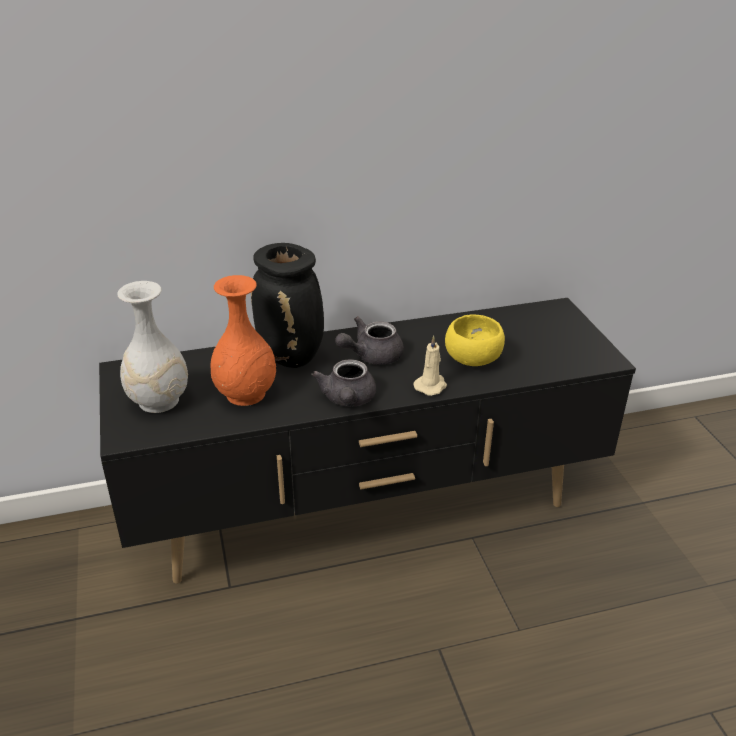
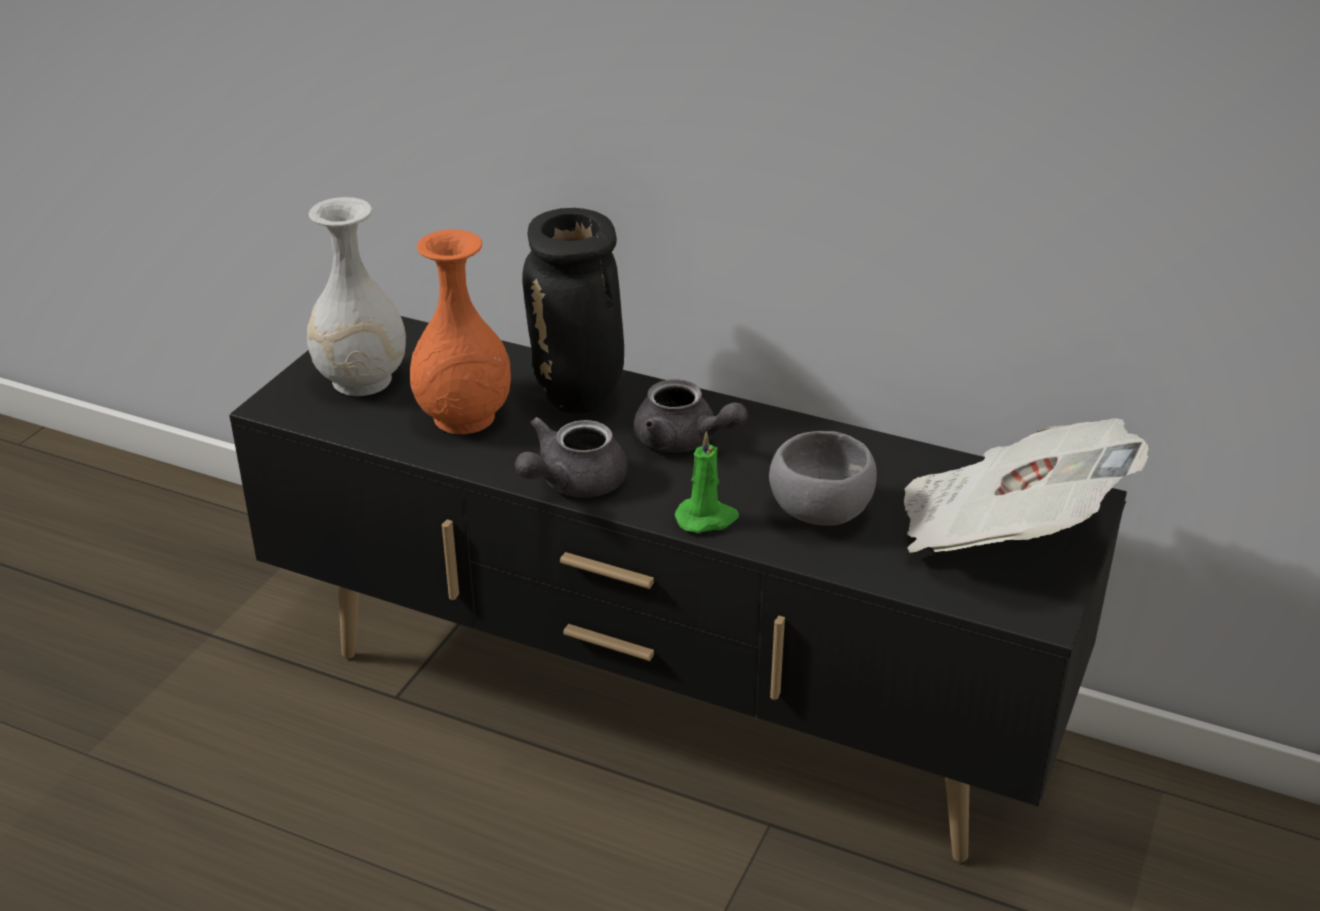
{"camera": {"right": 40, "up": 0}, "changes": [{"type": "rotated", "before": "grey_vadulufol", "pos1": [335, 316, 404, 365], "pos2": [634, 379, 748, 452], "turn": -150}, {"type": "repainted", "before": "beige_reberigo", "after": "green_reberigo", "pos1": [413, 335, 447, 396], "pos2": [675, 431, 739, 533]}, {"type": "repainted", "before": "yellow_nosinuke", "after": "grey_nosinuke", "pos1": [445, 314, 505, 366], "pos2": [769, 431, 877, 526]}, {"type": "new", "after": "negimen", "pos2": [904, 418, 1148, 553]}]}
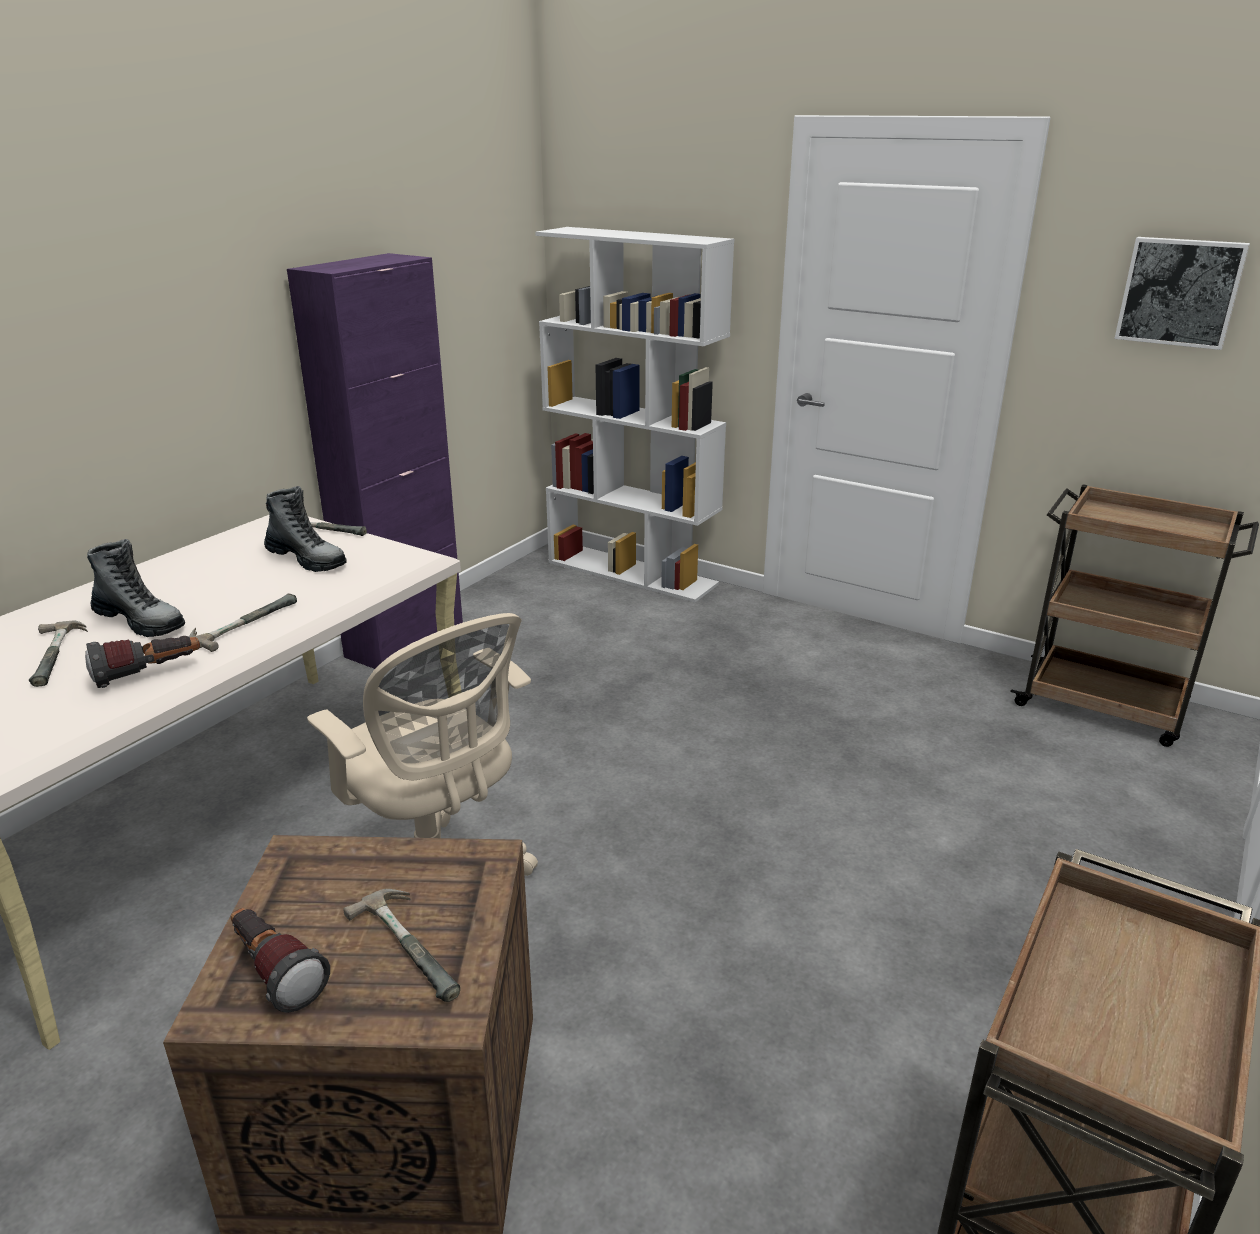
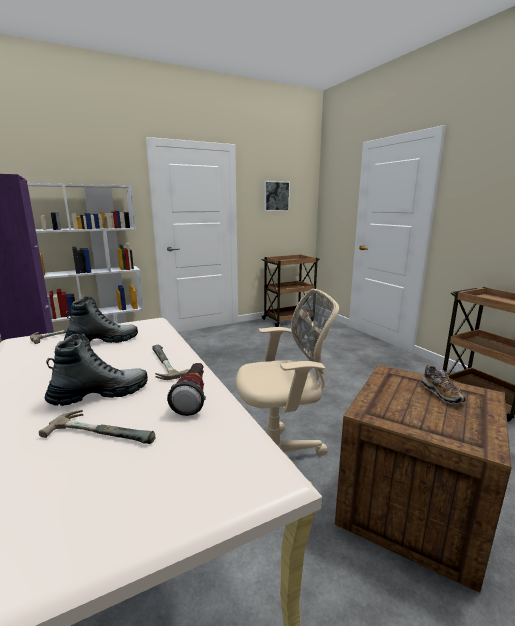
{"camera": {"right": -60, "up": -10}, "changes": [{"type": "swapped", "before": "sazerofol", "after": "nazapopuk", "pos1": [343, 889, 460, 1002], "pos2": [421, 365, 466, 404]}, {"type": "gone", "before": "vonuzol", "pos1": [231, 908, 330, 1013]}]}
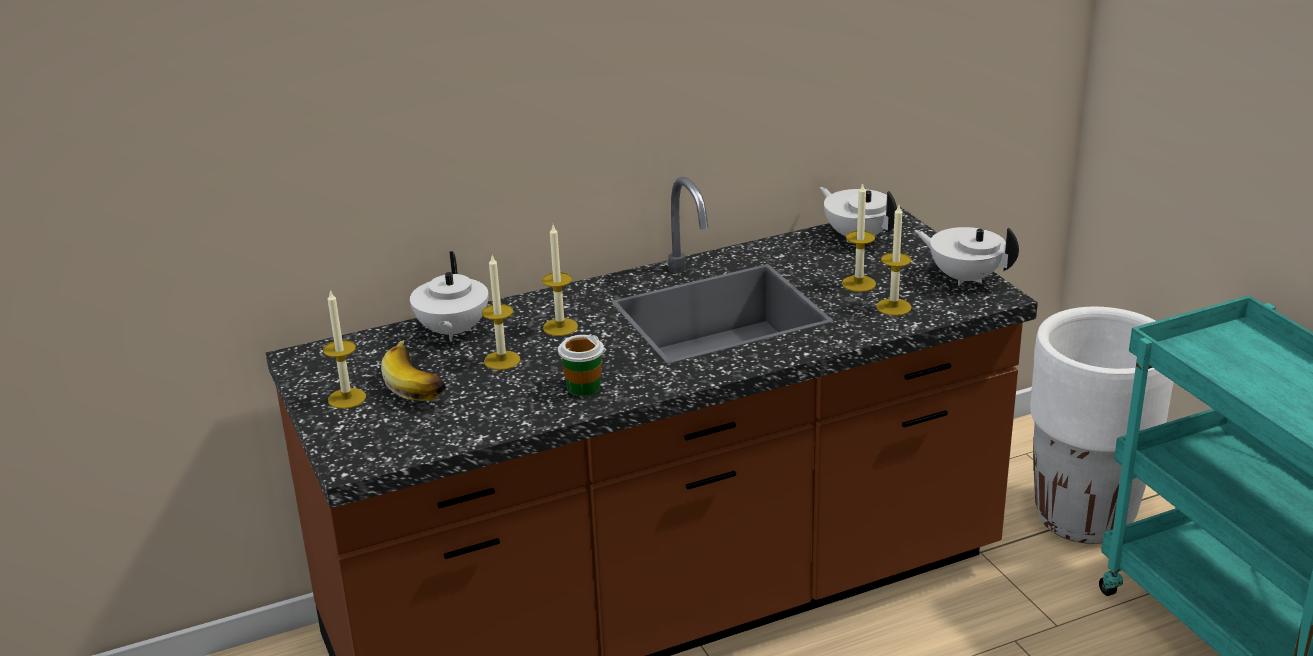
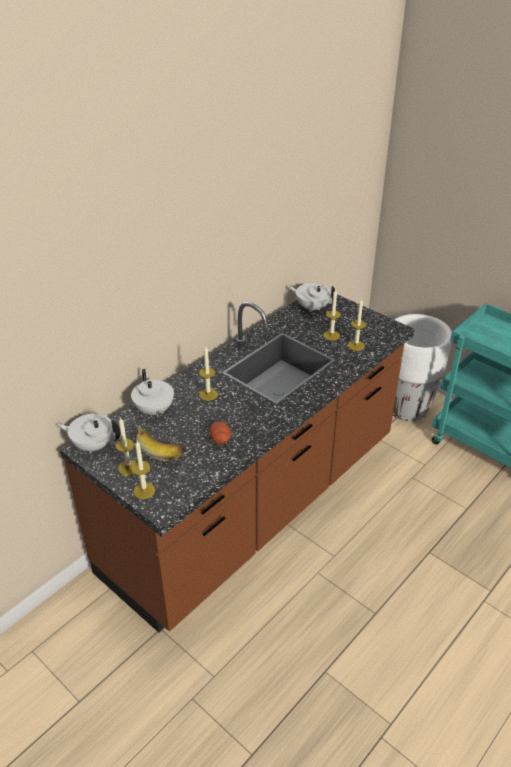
{"camera": {"right": -25, "up": 10}, "changes": [{"type": "shifted", "before": "white_vadulufol", "pos1": [915, 227, 1019, 286], "pos2": [57, 414, 121, 453]}, {"type": "shifted", "before": "reberigo", "pos1": [482, 256, 520, 370], "pos2": [132, 441, 155, 499]}, {"type": "new", "after": "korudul", "pos2": [210, 421, 231, 444]}, {"type": "gone", "before": "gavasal", "pos1": [558, 335, 604, 396]}]}
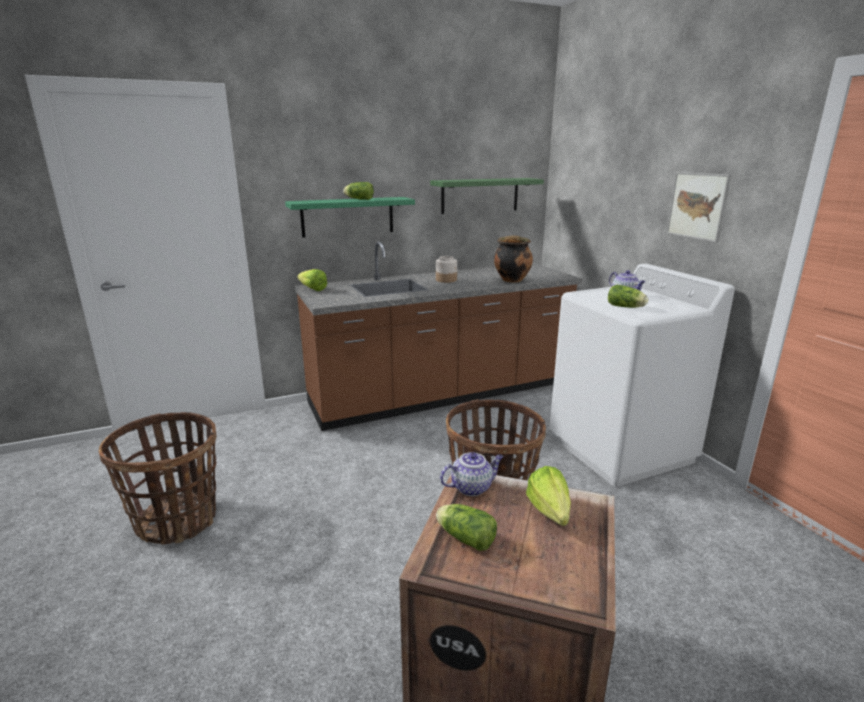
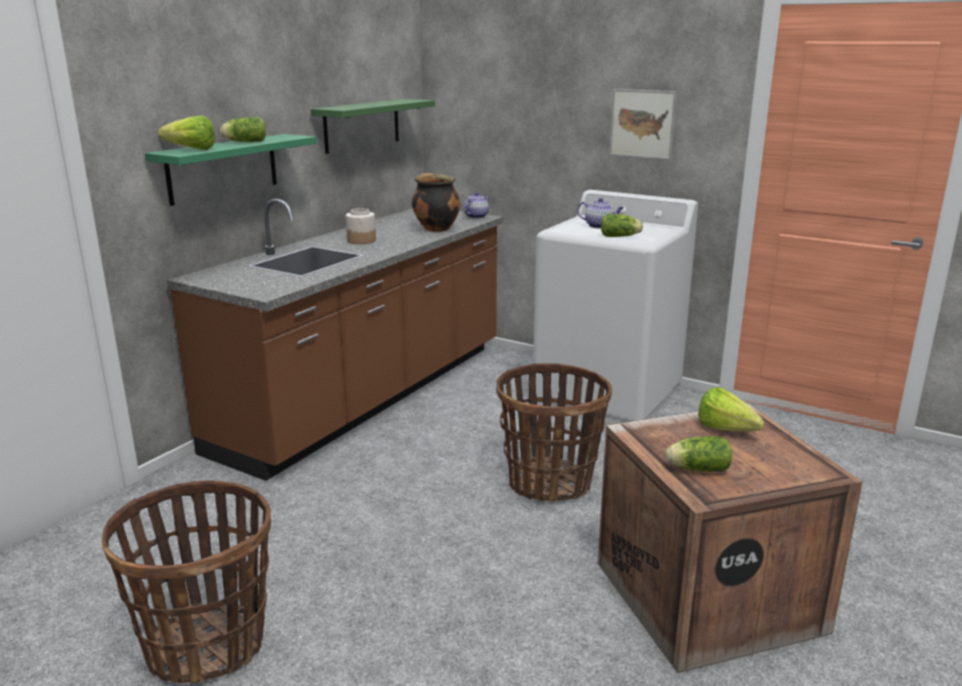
{"camera": {"right": -35, "up": 0}, "changes": [{"type": "shifted", "before": "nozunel", "pos1": [297, 269, 327, 291], "pos2": [158, 116, 215, 150]}, {"type": "shifted", "before": "vadulufol", "pos1": [440, 452, 504, 496], "pos2": [463, 192, 489, 219]}]}
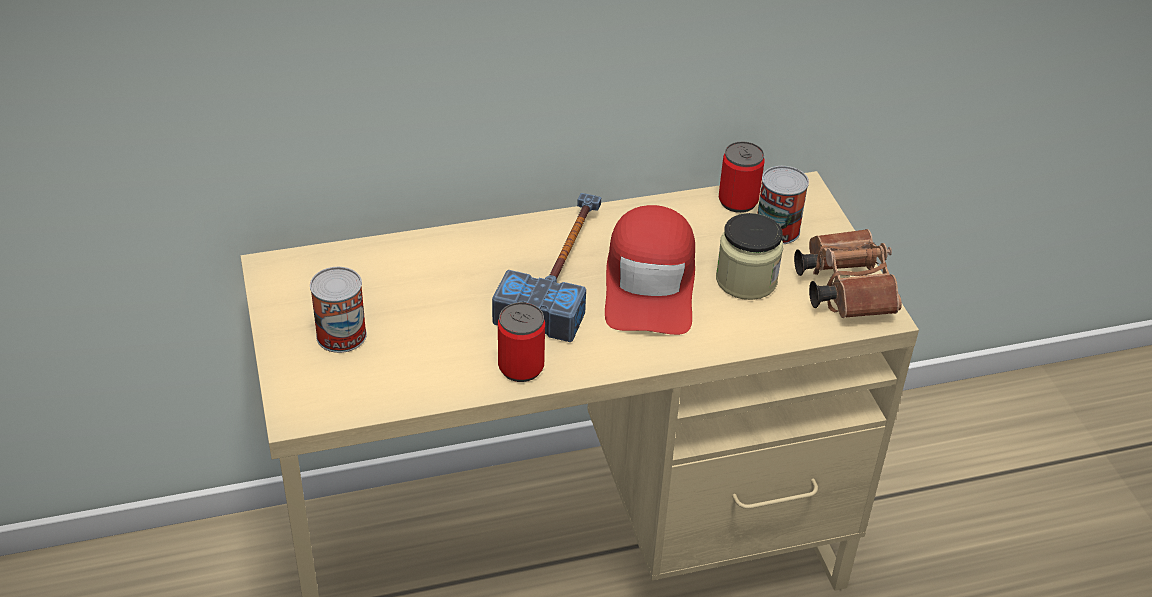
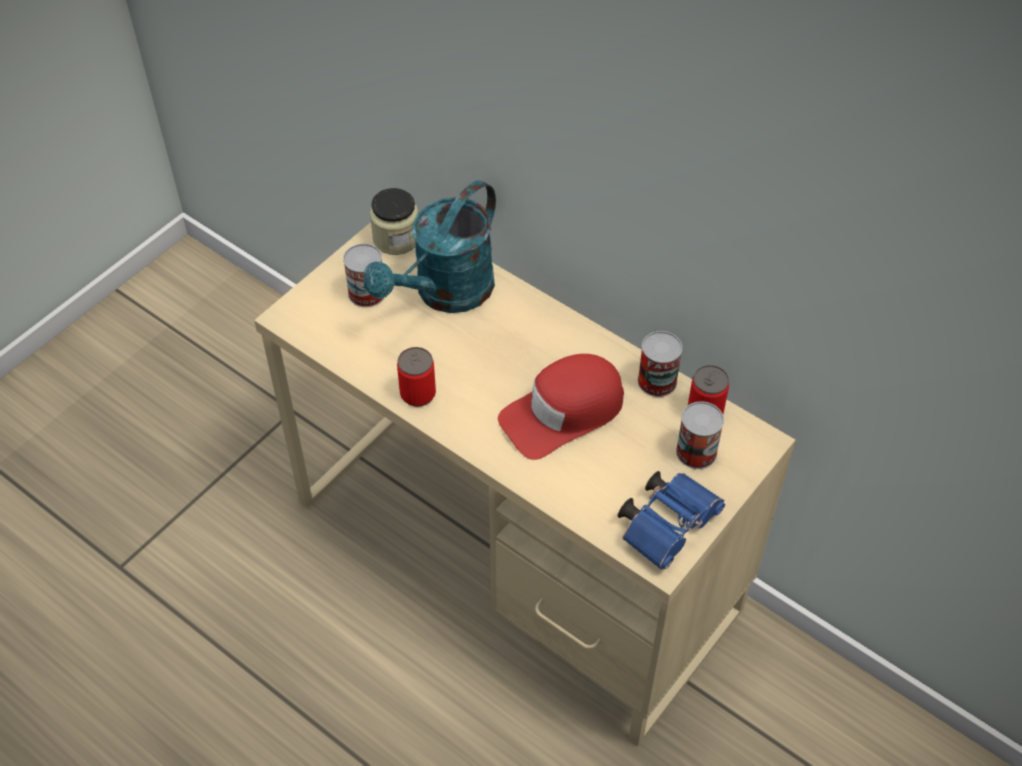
{"camera": {"right": 55, "up": 10}, "changes": [{"type": "new", "after": "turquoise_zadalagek", "pos2": [364, 180, 496, 313]}, {"type": "shifted", "before": "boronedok", "pos1": [716, 213, 783, 300], "pos2": [370, 188, 418, 255]}, {"type": "repainted", "before": "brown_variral", "after": "blue_variral", "pos1": [794, 229, 902, 318], "pos2": [618, 471, 725, 570]}, {"type": "new", "after": "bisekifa", "pos2": [638, 331, 683, 397]}, {"type": "gone", "before": "sazerofol", "pos1": [492, 193, 601, 342]}]}
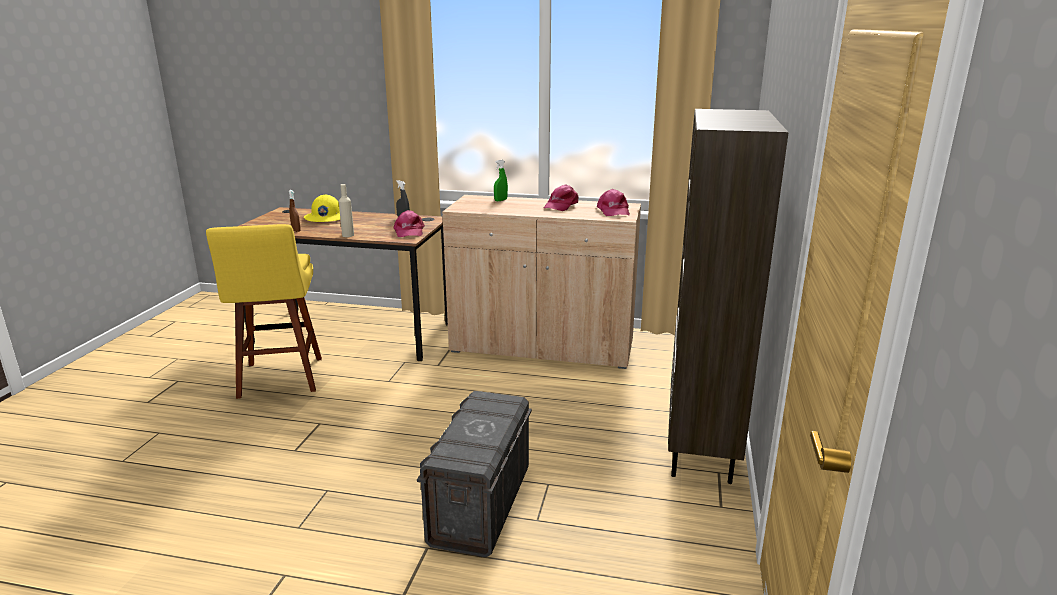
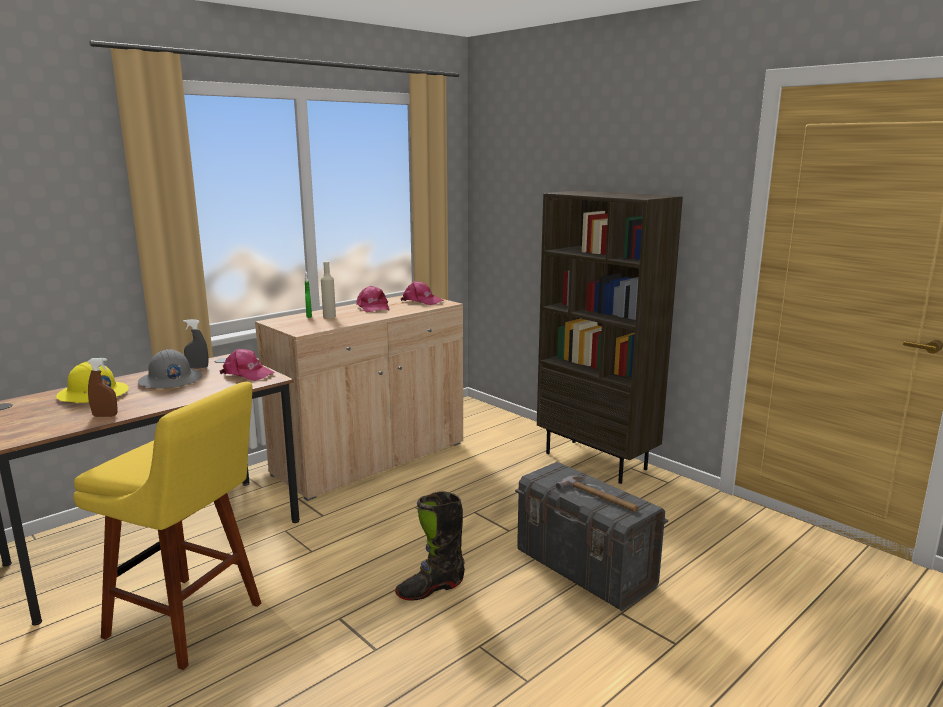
{"camera": {"right": -55, "up": -5}, "changes": [{"type": "new", "after": "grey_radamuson", "pos2": [138, 349, 202, 389]}, {"type": "shifted", "before": "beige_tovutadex", "pos1": [339, 184, 354, 237], "pos2": [321, 261, 336, 318]}, {"type": "new", "after": "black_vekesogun", "pos2": [395, 491, 465, 601]}, {"type": "new", "after": "sazerofol", "pos2": [556, 476, 639, 512]}]}
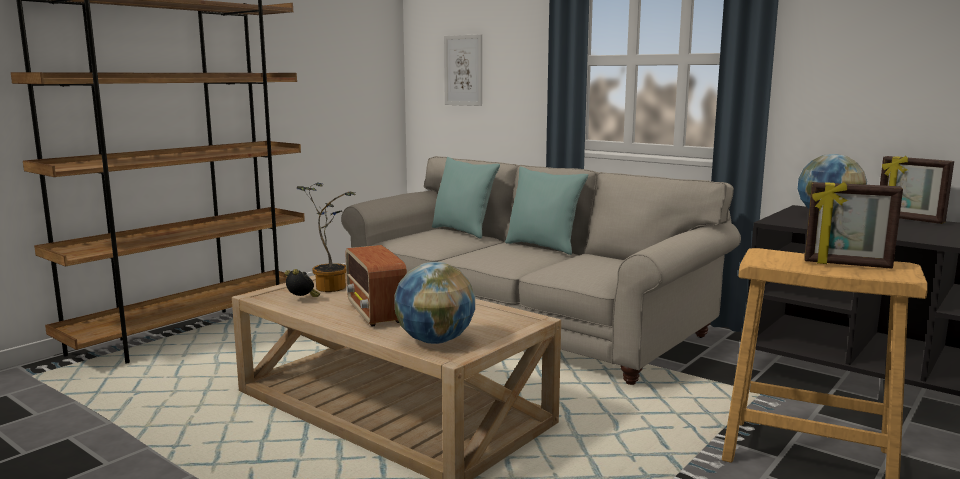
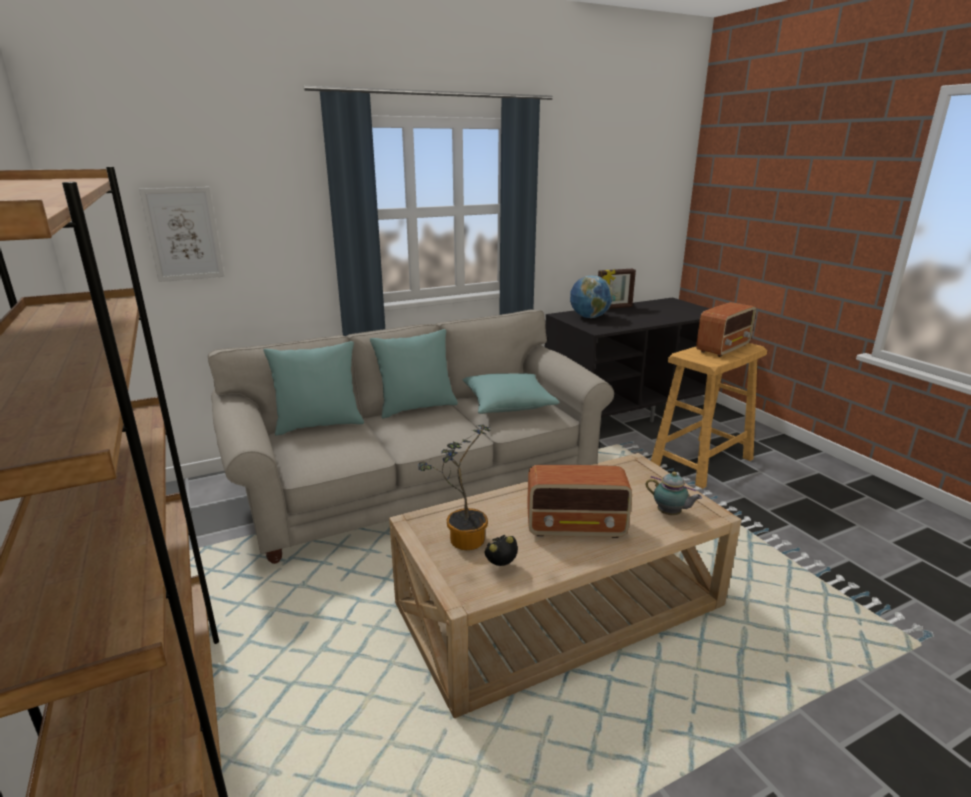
{"camera": {"right": -65, "up": 10}, "changes": [{"type": "new", "after": "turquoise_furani", "pos2": [462, 373, 560, 414]}, {"type": "swapped", "before": "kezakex", "after": "vadulufol", "pos1": [394, 262, 475, 344], "pos2": [645, 472, 702, 515]}, {"type": "swapped", "before": "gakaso", "after": "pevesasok", "pos1": [804, 182, 903, 269], "pos2": [696, 302, 756, 357]}]}
